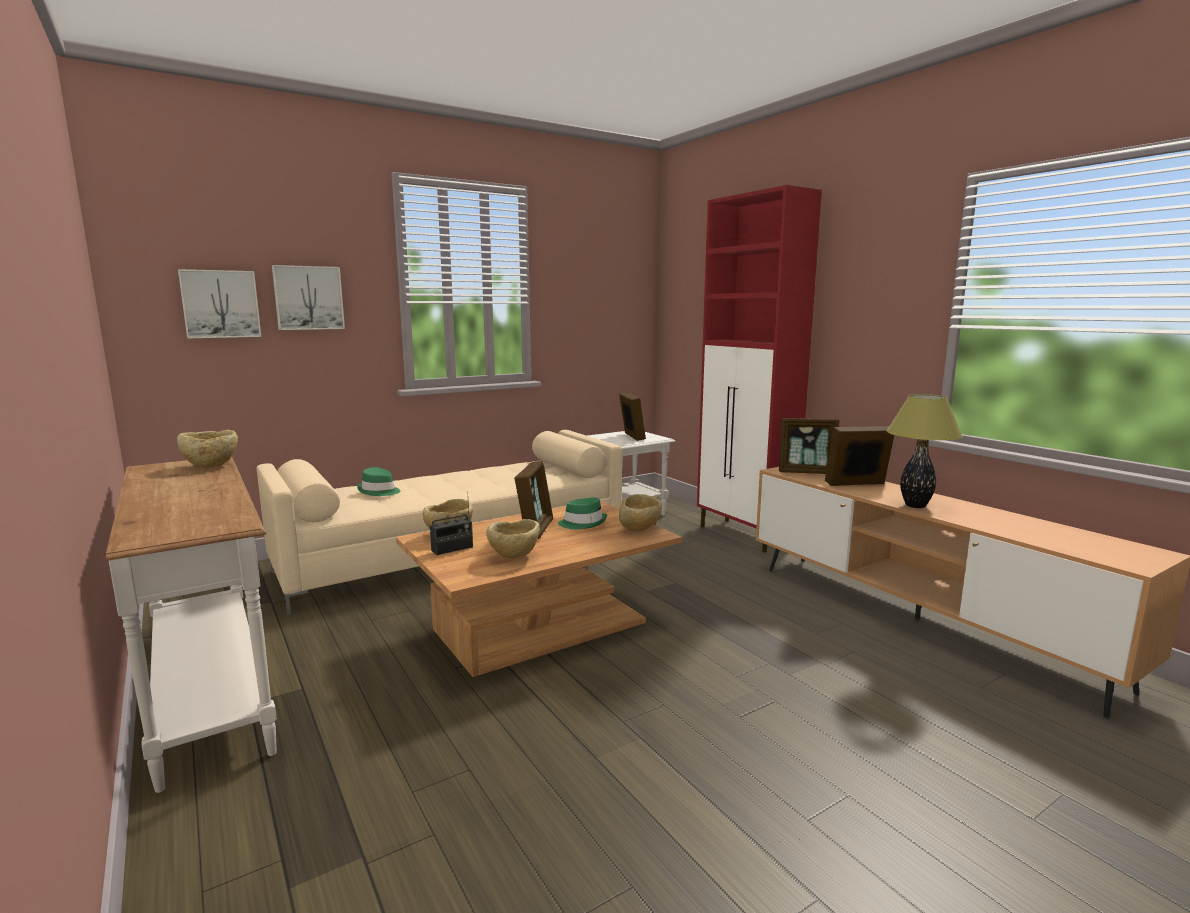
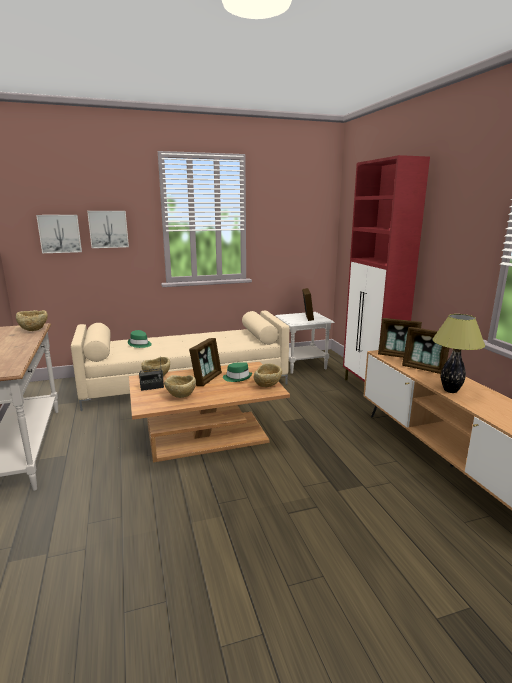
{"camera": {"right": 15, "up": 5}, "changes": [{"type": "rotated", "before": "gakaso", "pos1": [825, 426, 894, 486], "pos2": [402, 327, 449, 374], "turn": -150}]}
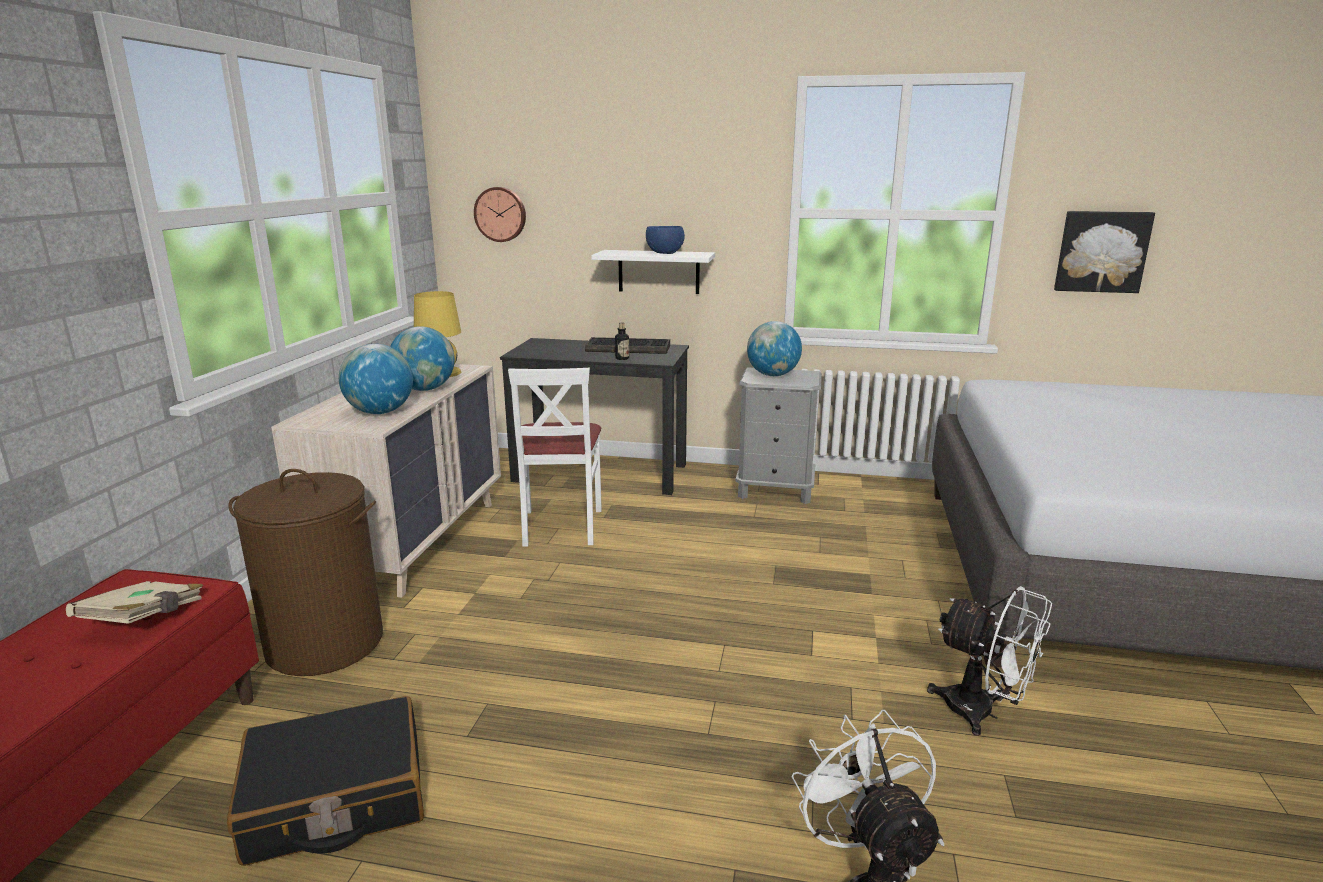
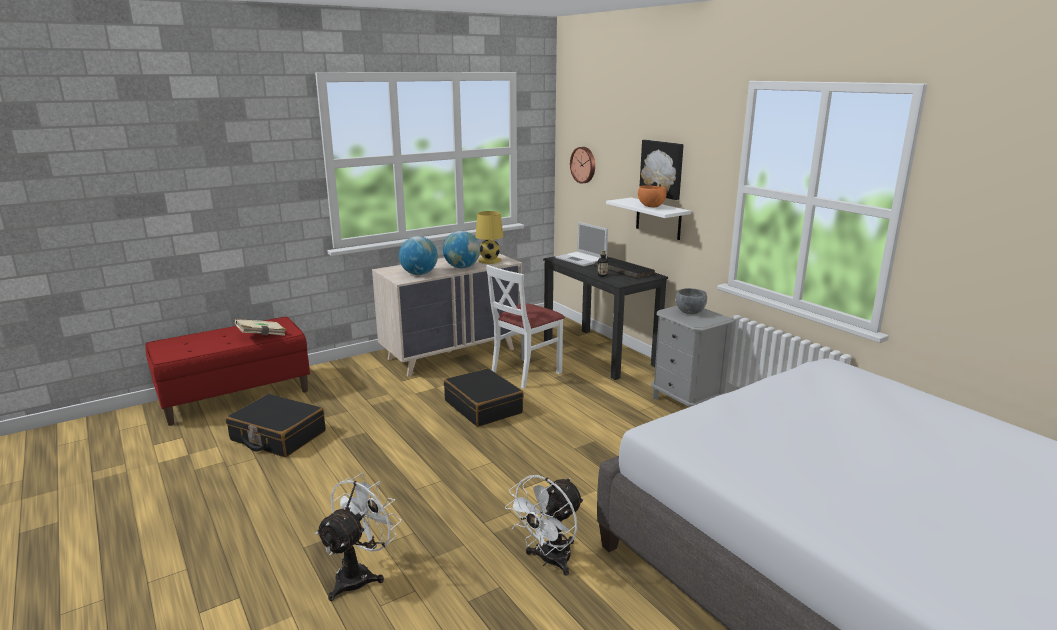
{"camera": {"right": 45, "up": 0}, "changes": [{"type": "new", "after": "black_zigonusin", "pos2": [444, 368, 524, 427]}, {"type": "rotated", "before": "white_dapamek", "pos1": [927, 586, 1052, 736], "pos2": [505, 475, 584, 576], "turn": 45}, {"type": "new", "after": "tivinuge", "pos2": [555, 222, 608, 266]}, {"type": "repainted", "before": "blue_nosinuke", "after": "orange_nosinuke", "pos1": [646, 226, 685, 254], "pos2": [638, 185, 666, 207]}, {"type": "shifted", "before": "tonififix", "pos1": [1054, 211, 1155, 293], "pos2": [640, 140, 684, 200]}, {"type": "swapped", "before": "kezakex", "after": "grey_nosinuke", "pos1": [747, 321, 802, 376], "pos2": [676, 288, 707, 314]}, {"type": "gone", "before": "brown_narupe", "pos1": [228, 469, 383, 676]}]}
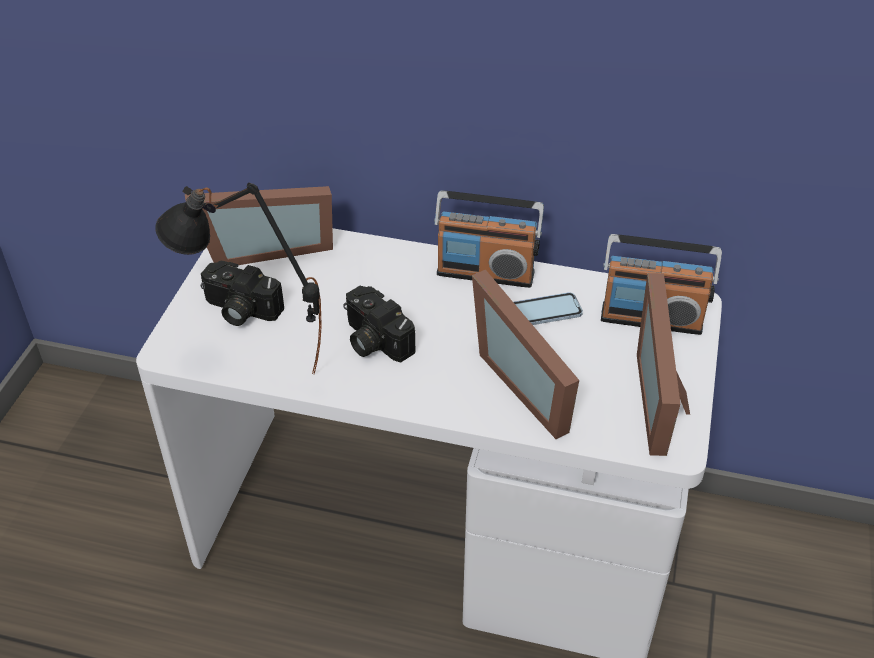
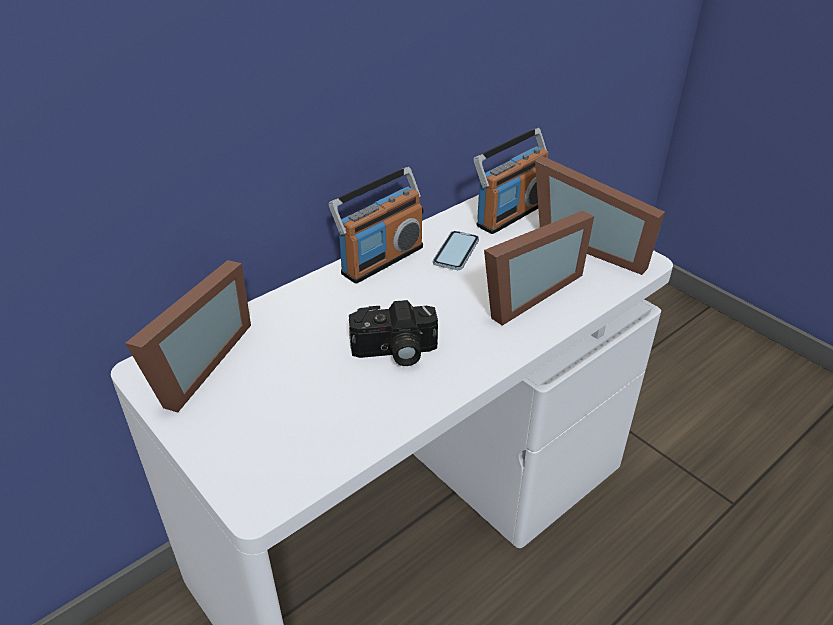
{"camera": {"right": -55, "up": -5}, "changes": [{"type": "rotated", "before": "gakaso", "pos1": [472, 270, 579, 439], "pos2": [484, 211, 594, 326], "turn": -45}, {"type": "gone", "before": "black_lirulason", "pos1": [155, 182, 322, 374]}, {"type": "gone", "before": "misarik", "pos1": [201, 261, 284, 326]}]}
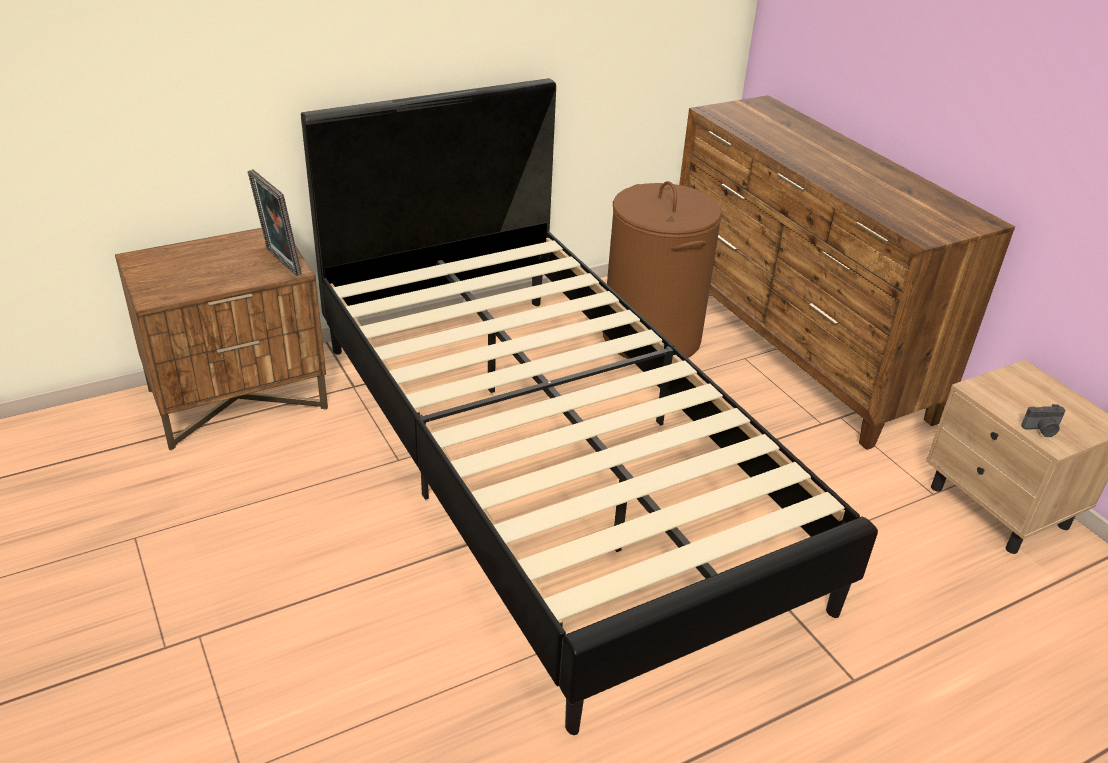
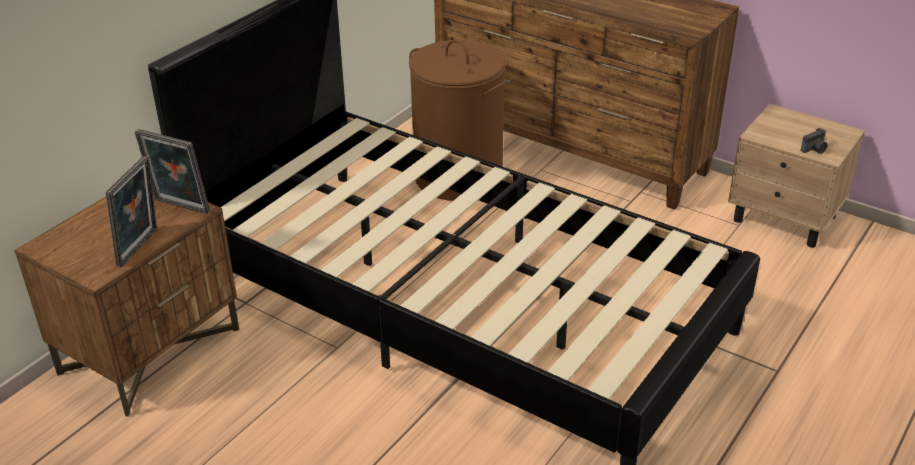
{"camera": {"right": -25, "up": 0}, "changes": [{"type": "new", "after": "gakaso", "pos2": [106, 156, 157, 267]}]}
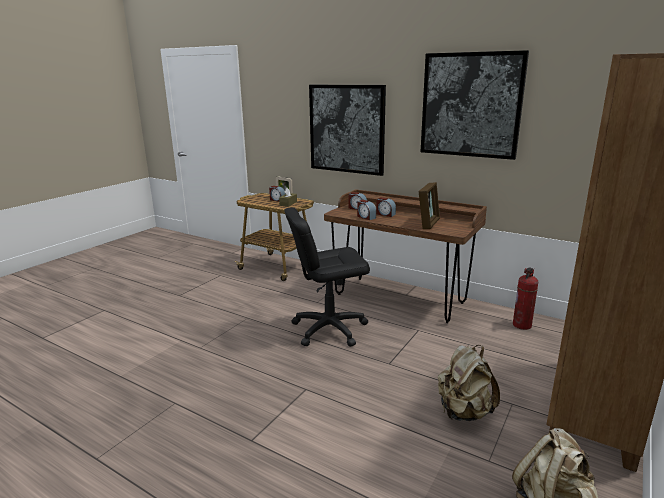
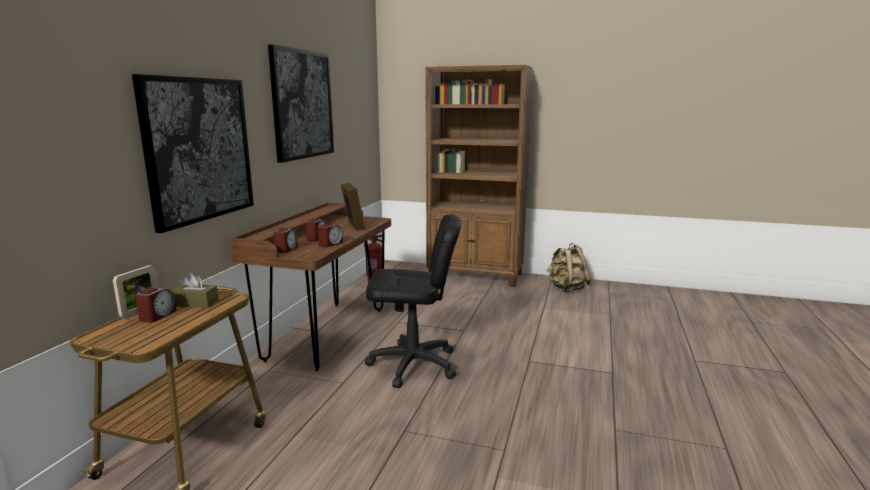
{"camera": {"right": -105, "up": -5}, "changes": [{"type": "rotated", "before": "gakaso", "pos1": [418, 182, 440, 229], "pos2": [341, 183, 365, 230], "turn": 60}, {"type": "rotated", "before": "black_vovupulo", "pos1": [284, 208, 370, 347], "pos2": [365, 214, 462, 388], "turn": -60}, {"type": "gone", "before": "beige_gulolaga", "pos1": [438, 345, 500, 421]}]}
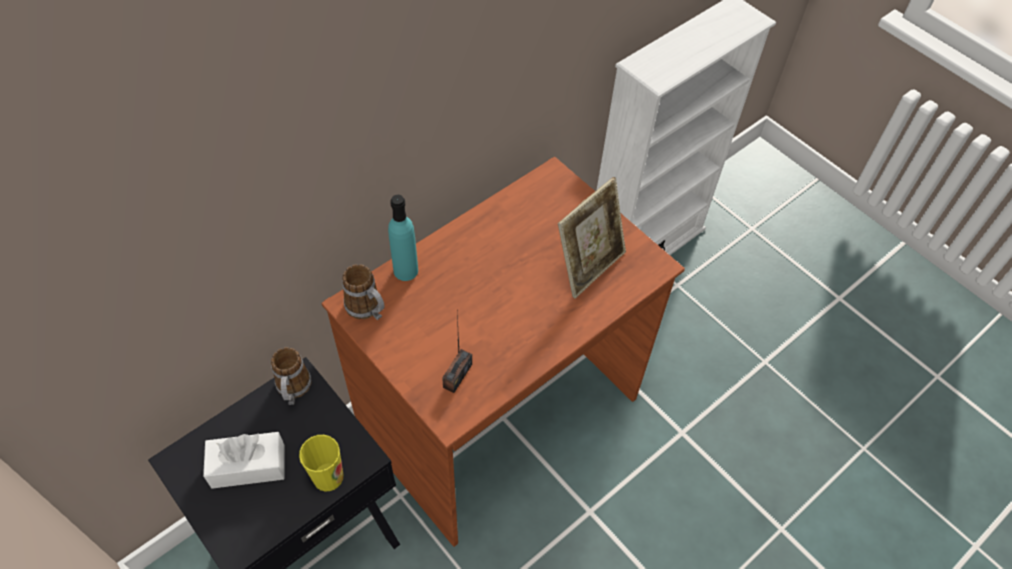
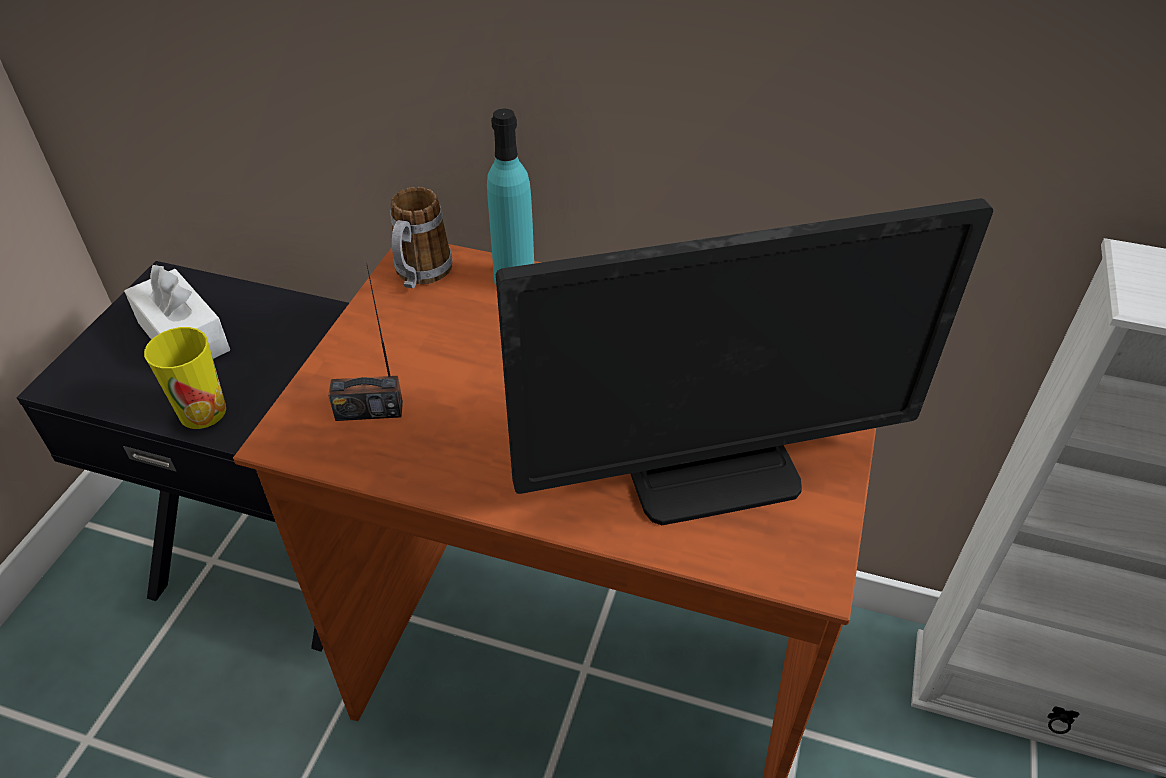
{"camera": {"right": 60, "up": -10}, "changes": [{"type": "swapped", "before": "gakaso", "after": "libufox", "pos1": [558, 177, 626, 298], "pos2": [496, 198, 993, 525]}, {"type": "gone", "before": "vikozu", "pos1": [271, 347, 312, 405]}]}
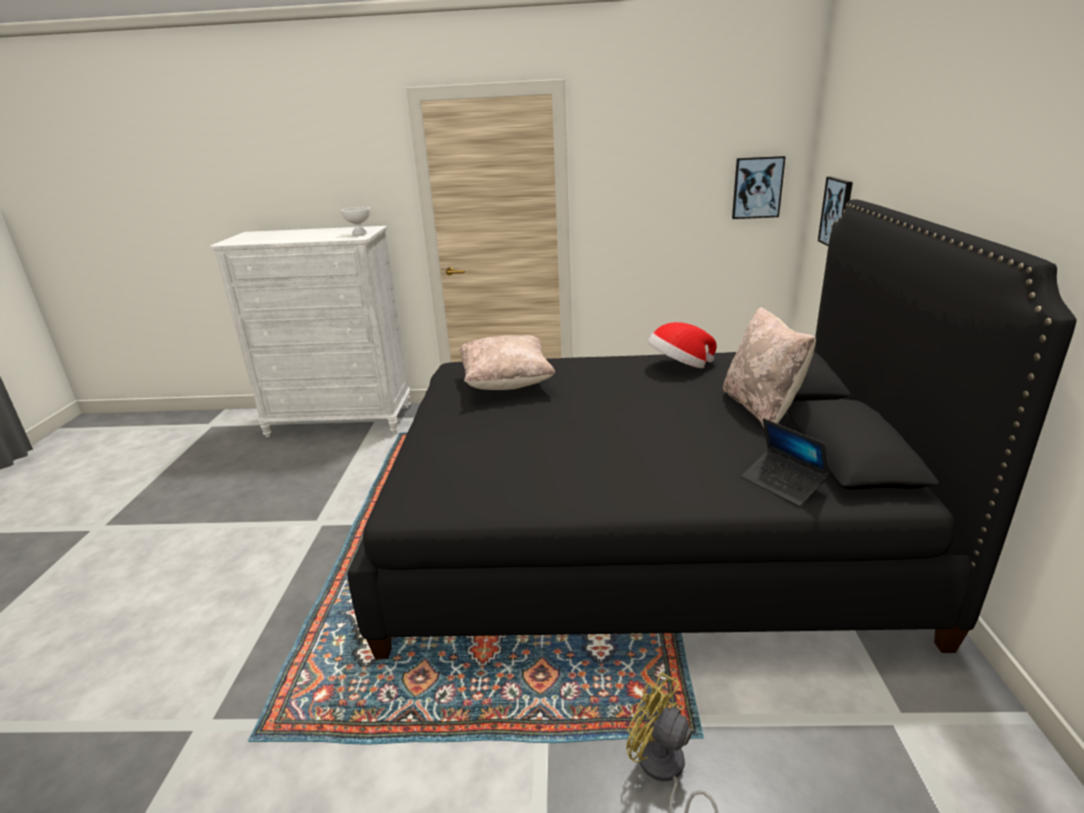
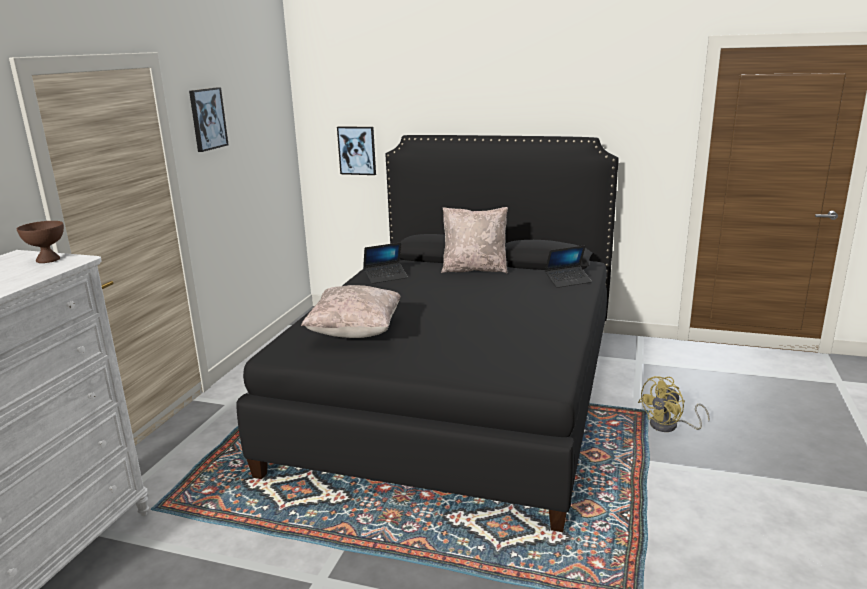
{"camera": {"right": -75, "up": -5}, "changes": [{"type": "repainted", "before": "white_nosinuke", "after": "brown_nosinuke", "pos1": [341, 207, 370, 235], "pos2": [17, 221, 64, 263]}, {"type": "shifted", "before": "tonififix", "pos1": [732, 156, 786, 219], "pos2": [189, 87, 229, 152]}, {"type": "swapped", "before": "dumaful", "after": "tivinuge", "pos1": [648, 322, 717, 368], "pos2": [363, 242, 408, 284]}]}
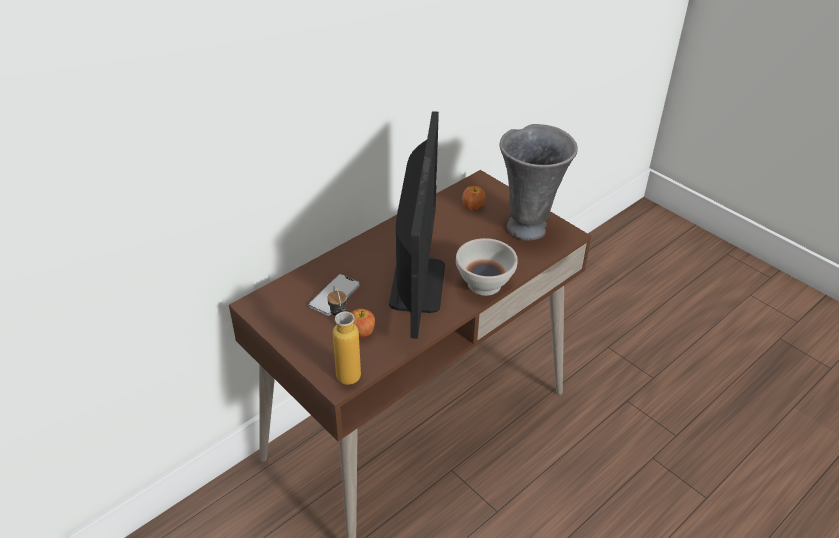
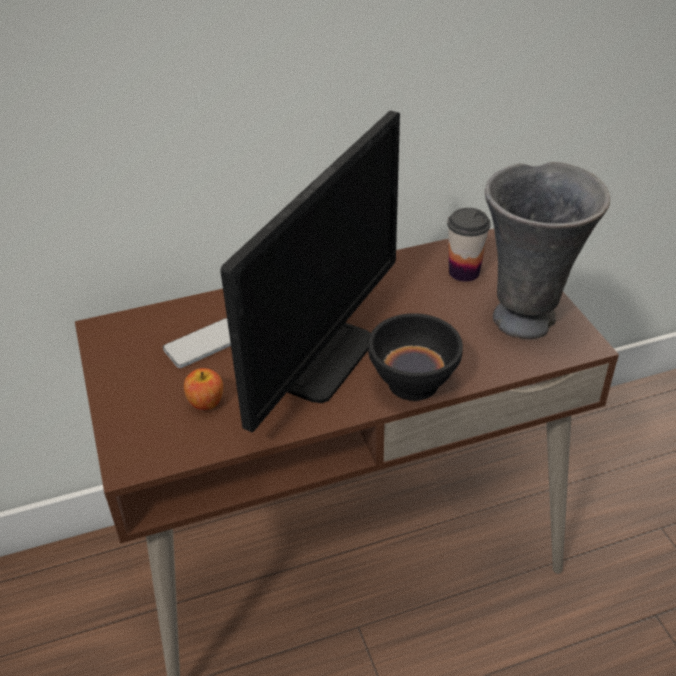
{"camera": {"right": 25, "up": 0}, "changes": [{"type": "repainted", "before": "white_nosinuke", "after": "black_nosinuke", "pos1": [456, 238, 518, 296], "pos2": [368, 313, 463, 401]}, {"type": "swapped", "before": "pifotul", "after": "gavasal", "pos1": [462, 186, 486, 210], "pos2": [447, 208, 491, 282]}, {"type": "gone", "before": "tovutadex", "pos1": [327, 286, 361, 385]}]}
